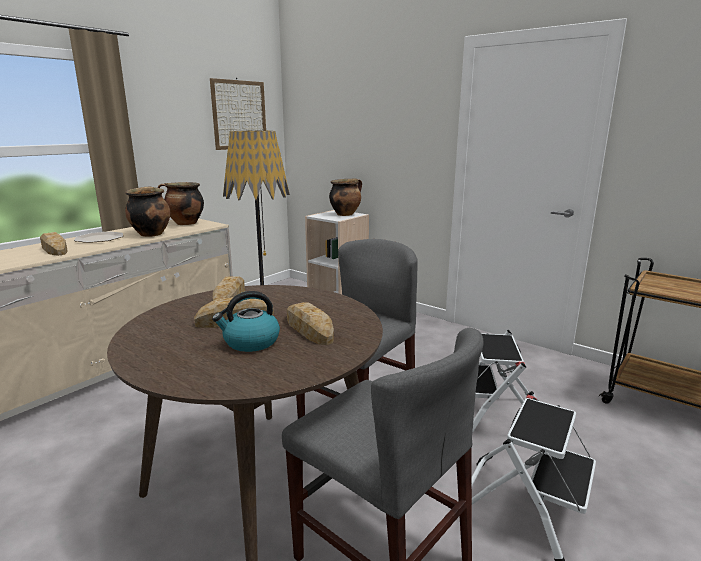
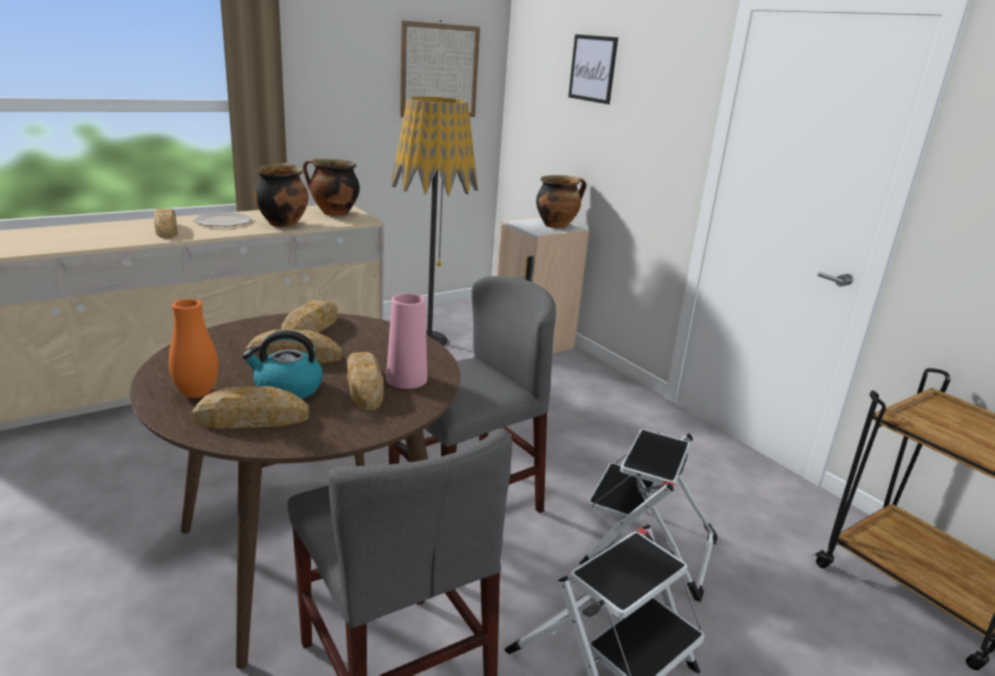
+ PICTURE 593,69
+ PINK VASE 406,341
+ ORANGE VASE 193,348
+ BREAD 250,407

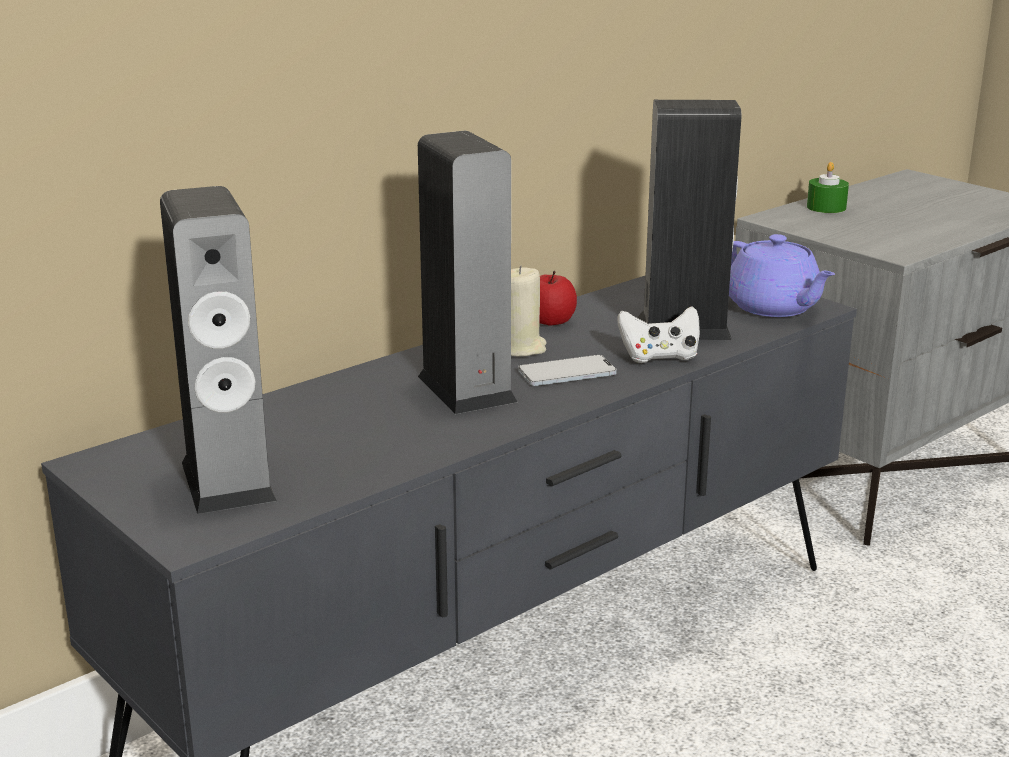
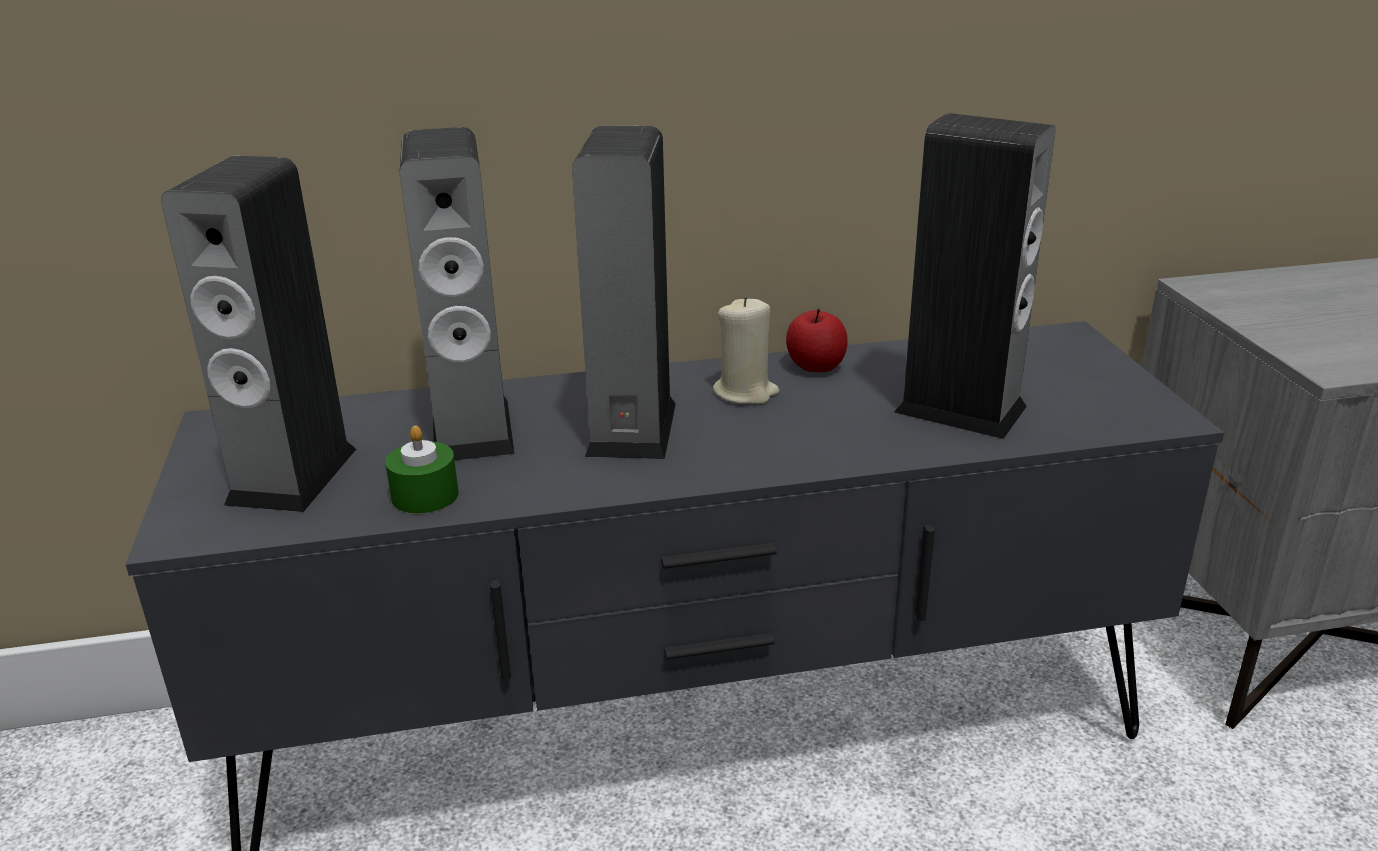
~ GREEN CANDLE 828,187 to 421,469
- PURPLE TEAPOT 782,275
- WHITE GAME CONTROLLER 658,334
- PHONE 567,370
+ SPEAKER 457,294

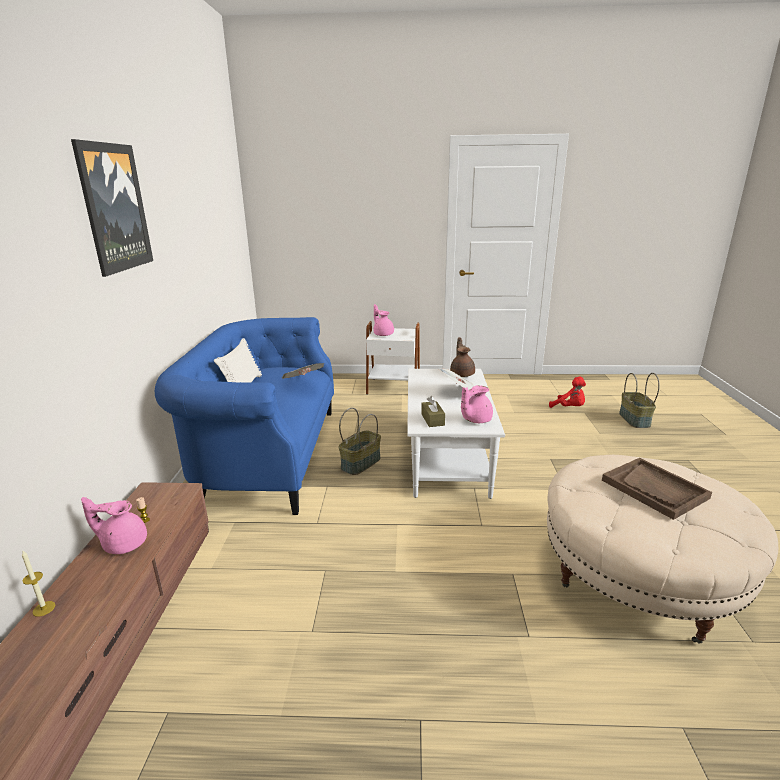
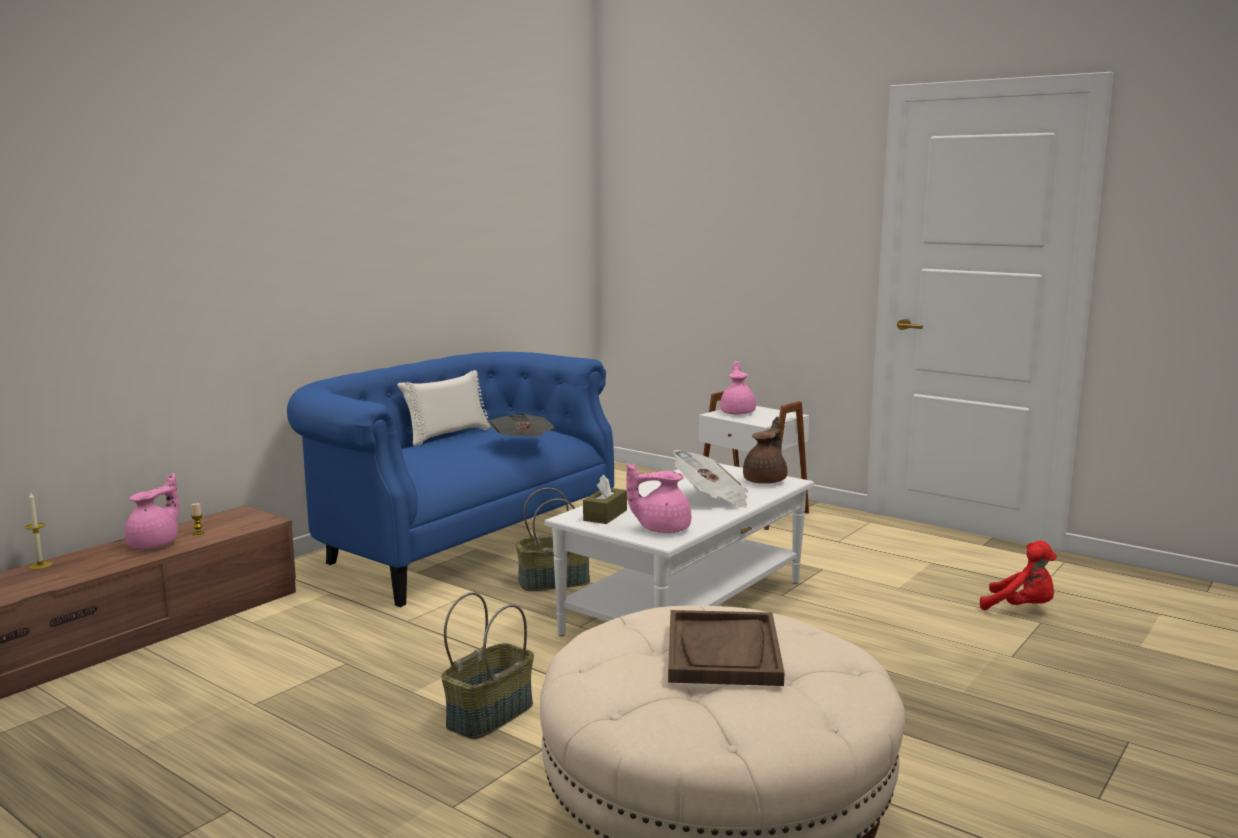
- PICTURE 112,208
~ BASKET 639,400 to 487,665
~ RED PLUSH TOY 567,392 = 1018,575 45 degrees counterclockwise
~ PINK TEAPOT 114,525 = 152,511 75 degrees clockwise

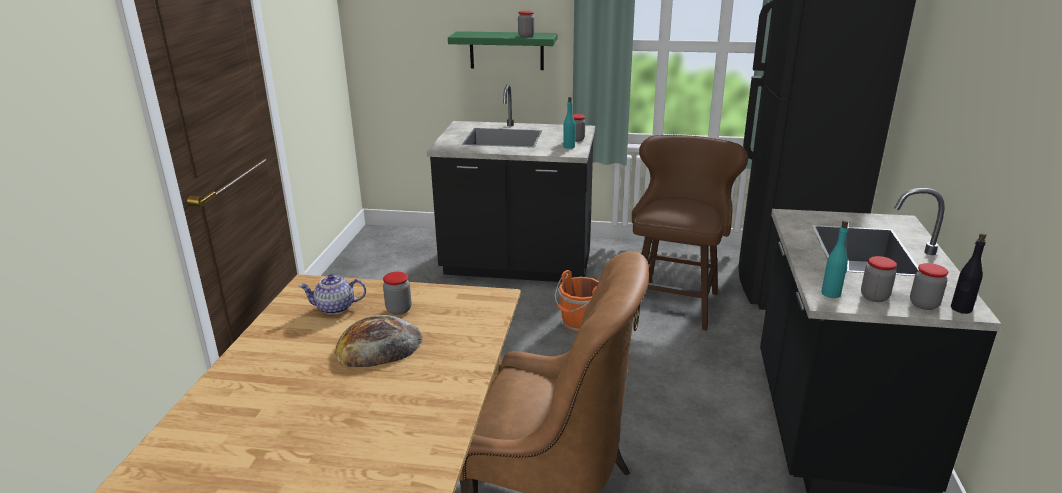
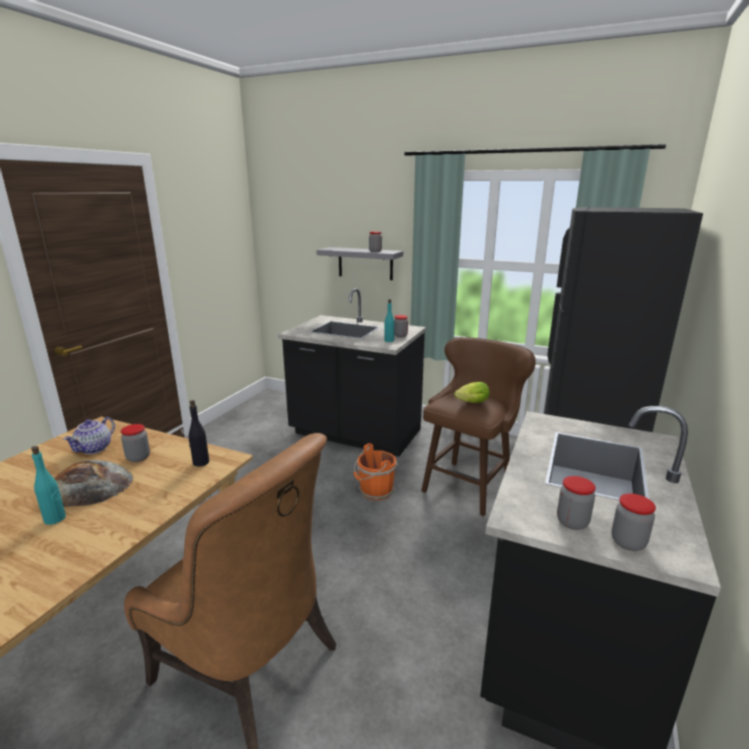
~ GREEN SHELF 502,50 to GREY SHELF 359,263
~ TURQUOISE BOTTLE 834,259 to 48,485
~ BLACK BOTTLE 968,273 to 199,433
~ TEAPOT 332,294 = 89,435 75 degrees counterclockwise
+ LETTUCE 471,392

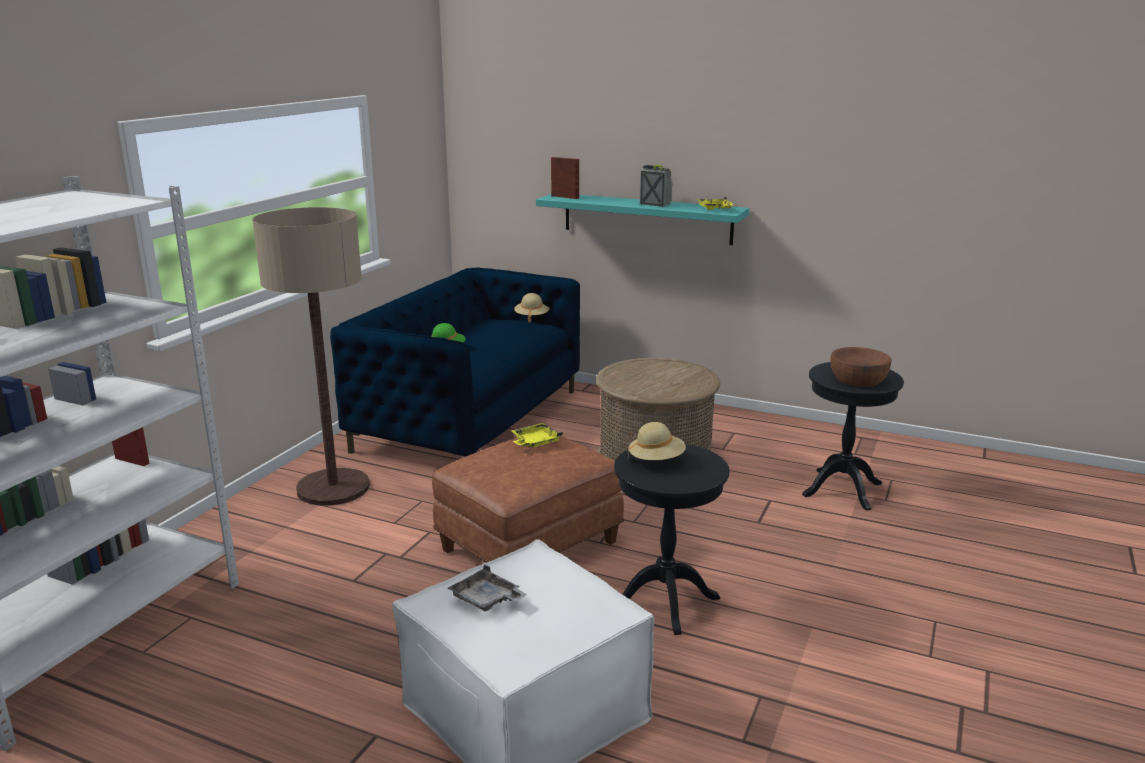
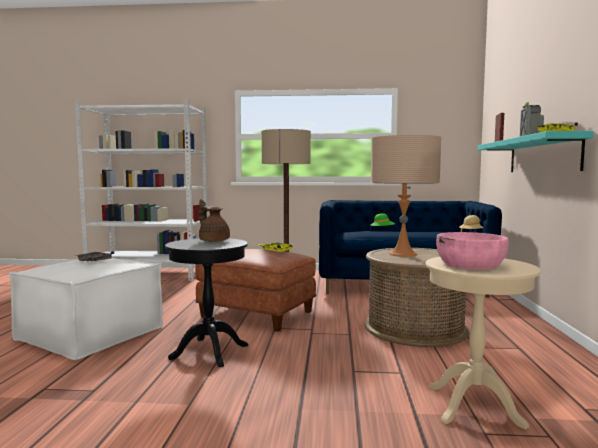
~ BROWN BOWL 860,367 to PINK BOWL 472,251
~ BLACK SIDE TABLE 853,436 to BEIGE SIDE TABLE 483,343
~ BEIGE HAT 657,441 to BROWN TEAPOT 214,220
+ BEIGE TABLE LAMP 406,196

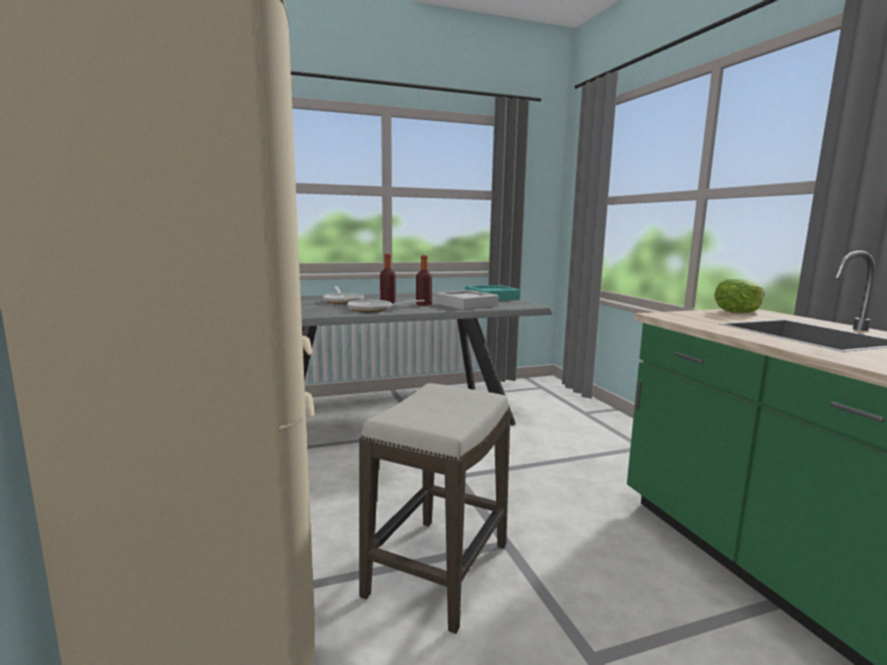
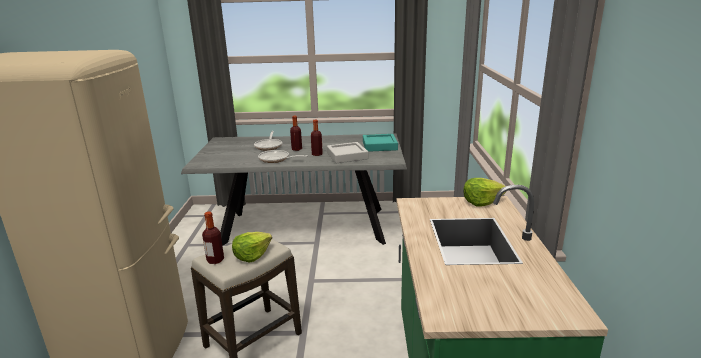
+ BOTTLE 213,238
+ LETTUCE 252,247

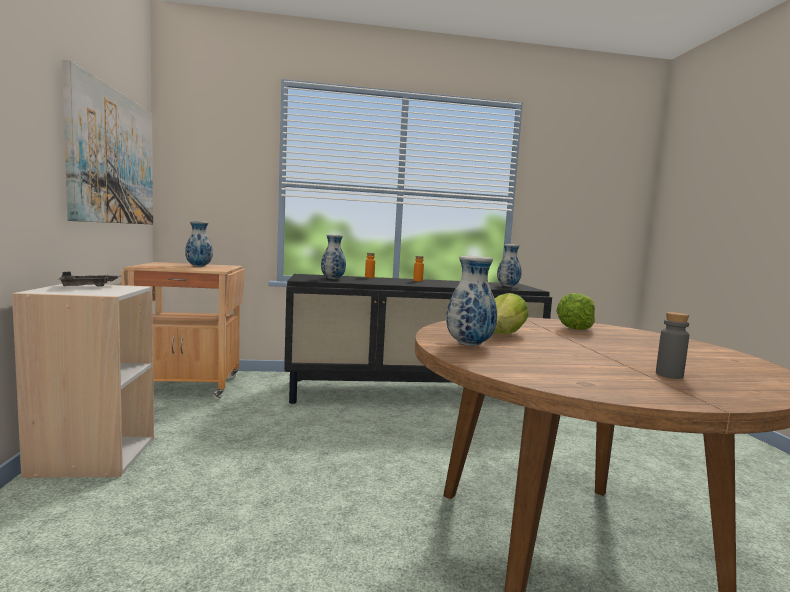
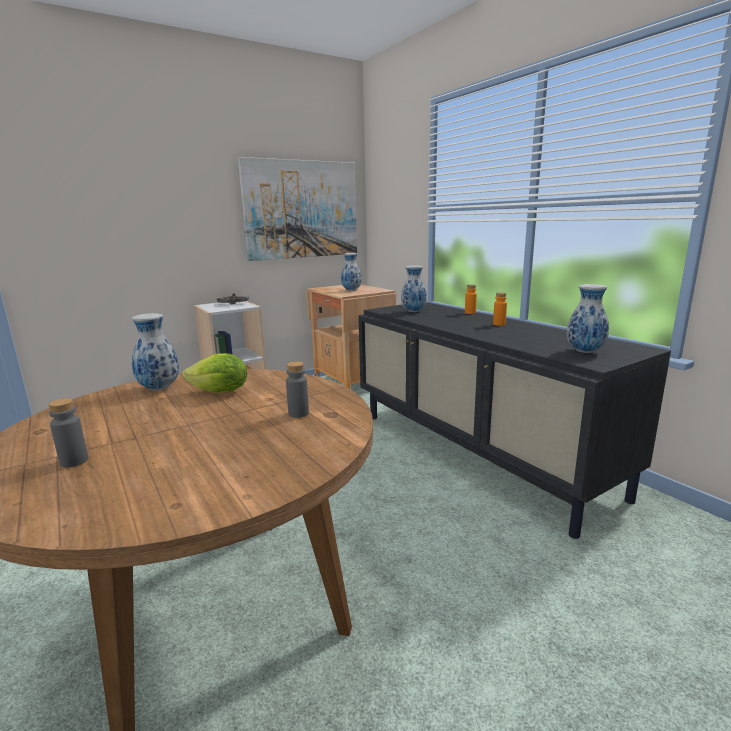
~ LETTUCE 575,311 to GREY BOTTLE 297,389

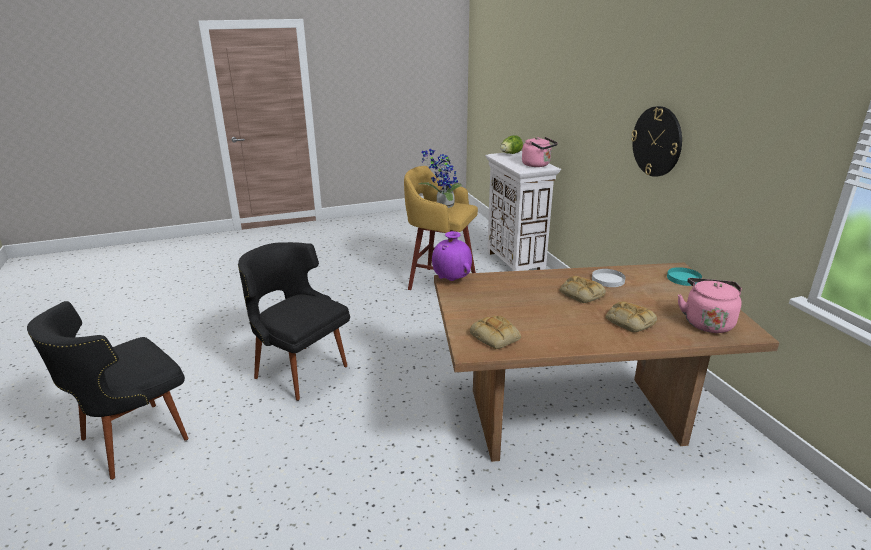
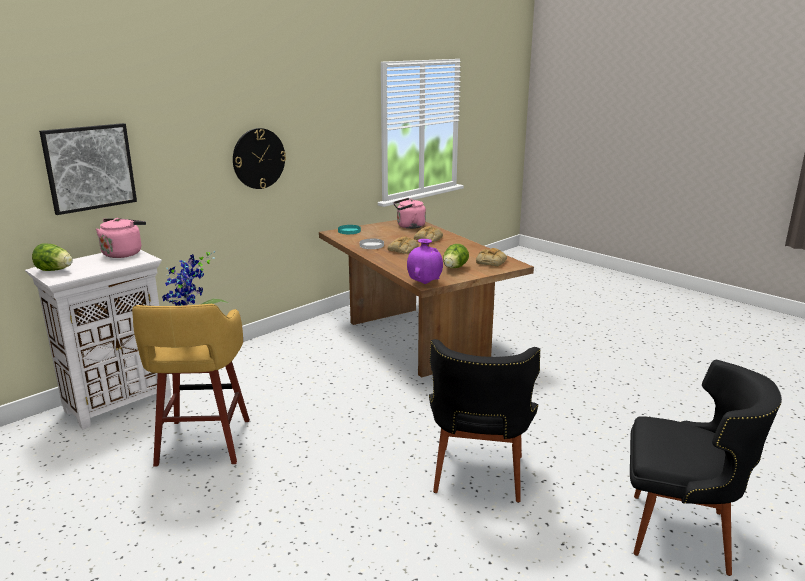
+ PICTURE 88,169
+ LETTUCE 456,256

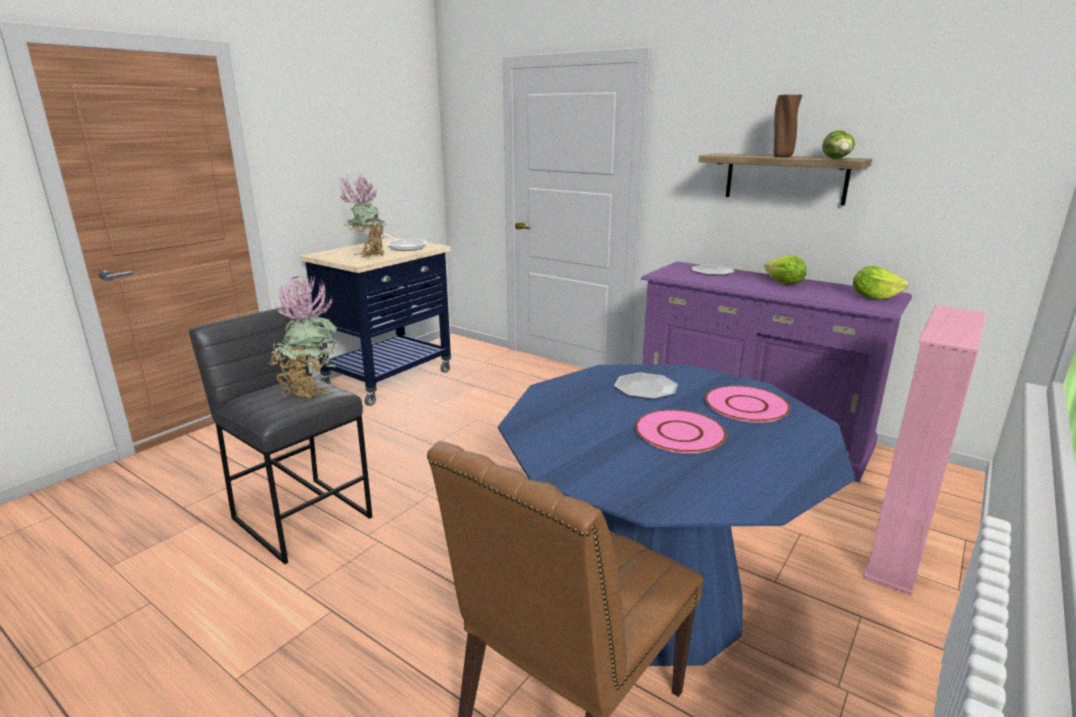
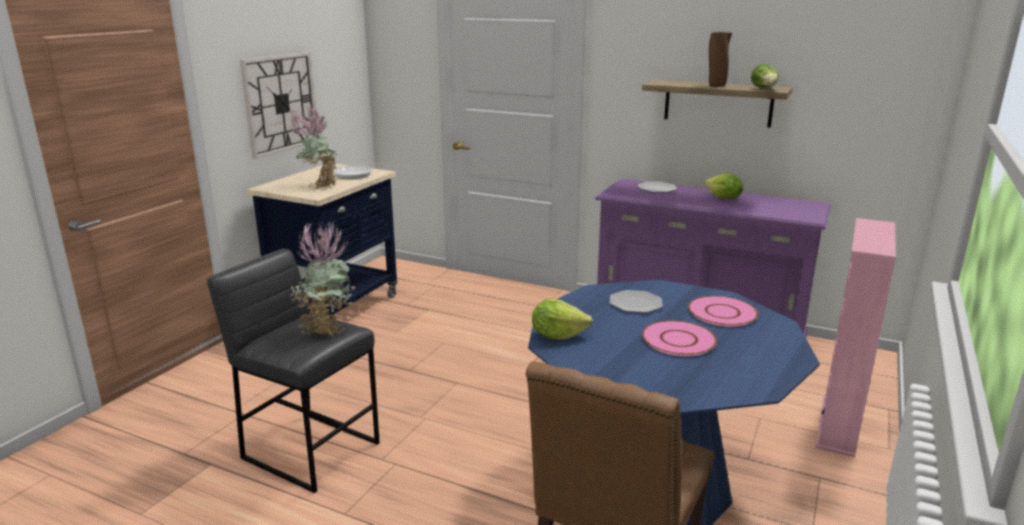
~ LETTUCE 881,283 to 562,319
+ WALL CLOCK 278,105

